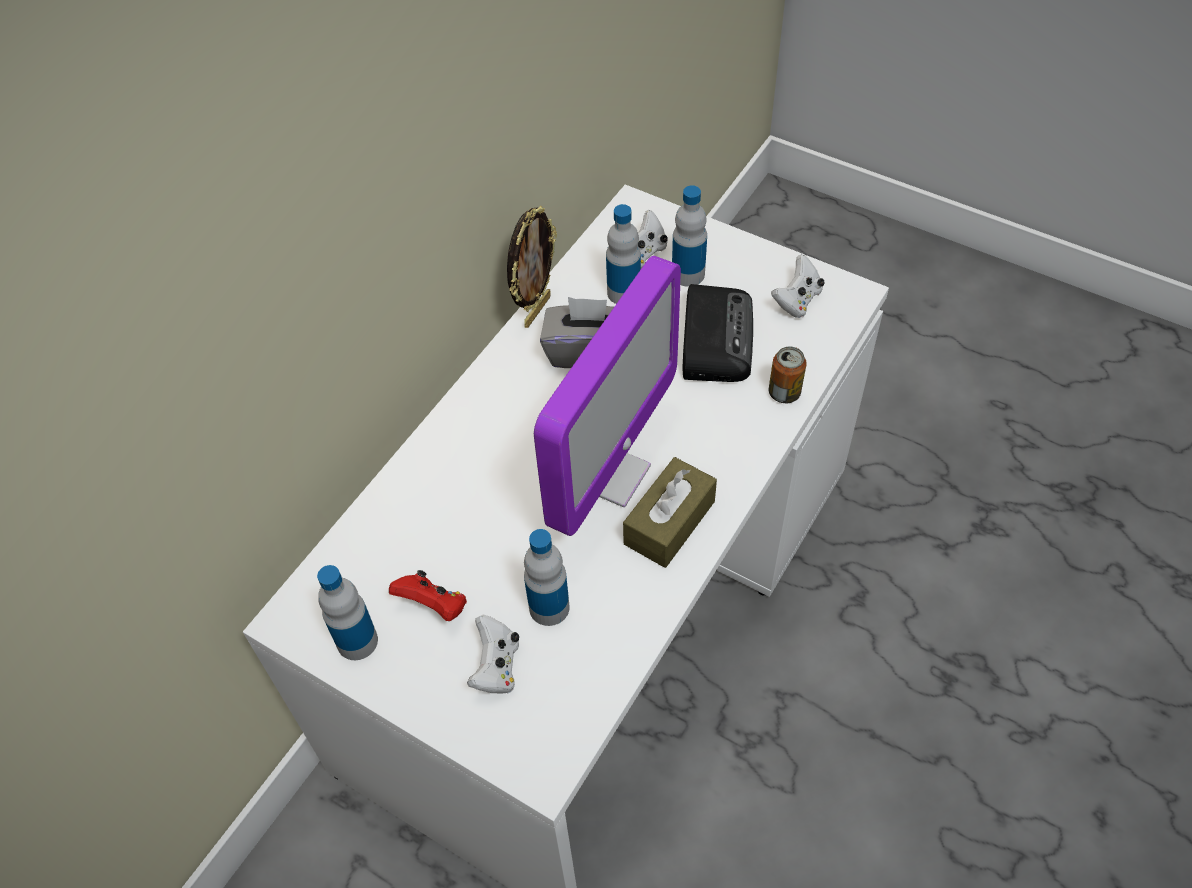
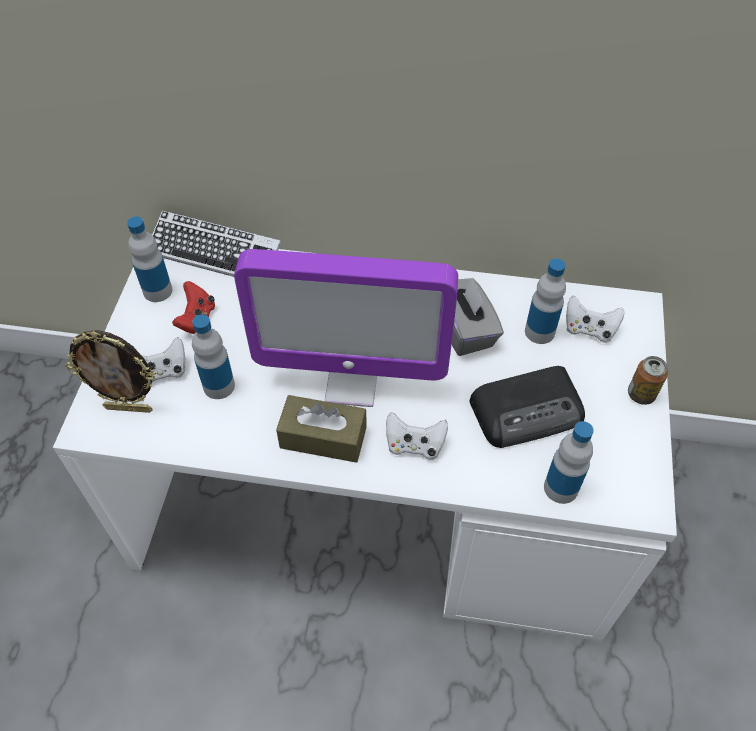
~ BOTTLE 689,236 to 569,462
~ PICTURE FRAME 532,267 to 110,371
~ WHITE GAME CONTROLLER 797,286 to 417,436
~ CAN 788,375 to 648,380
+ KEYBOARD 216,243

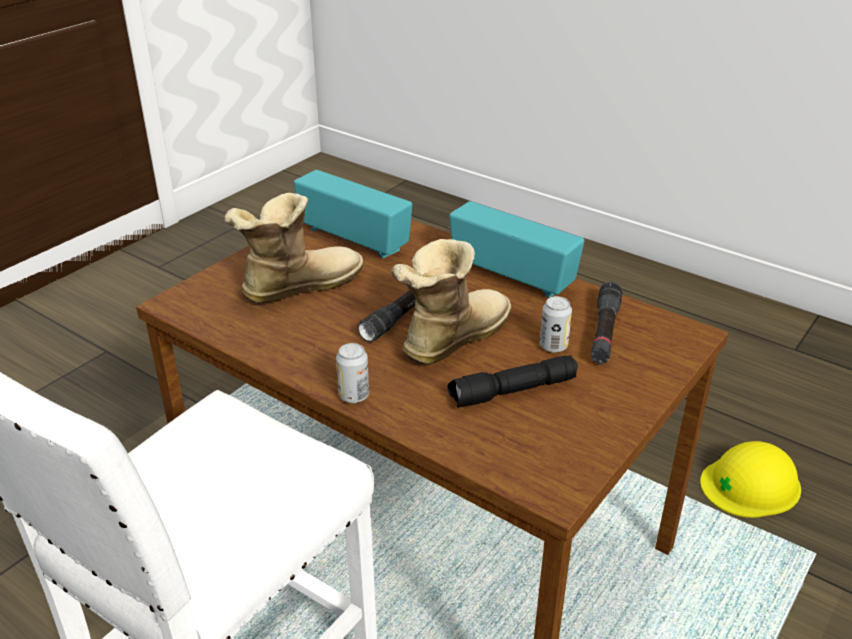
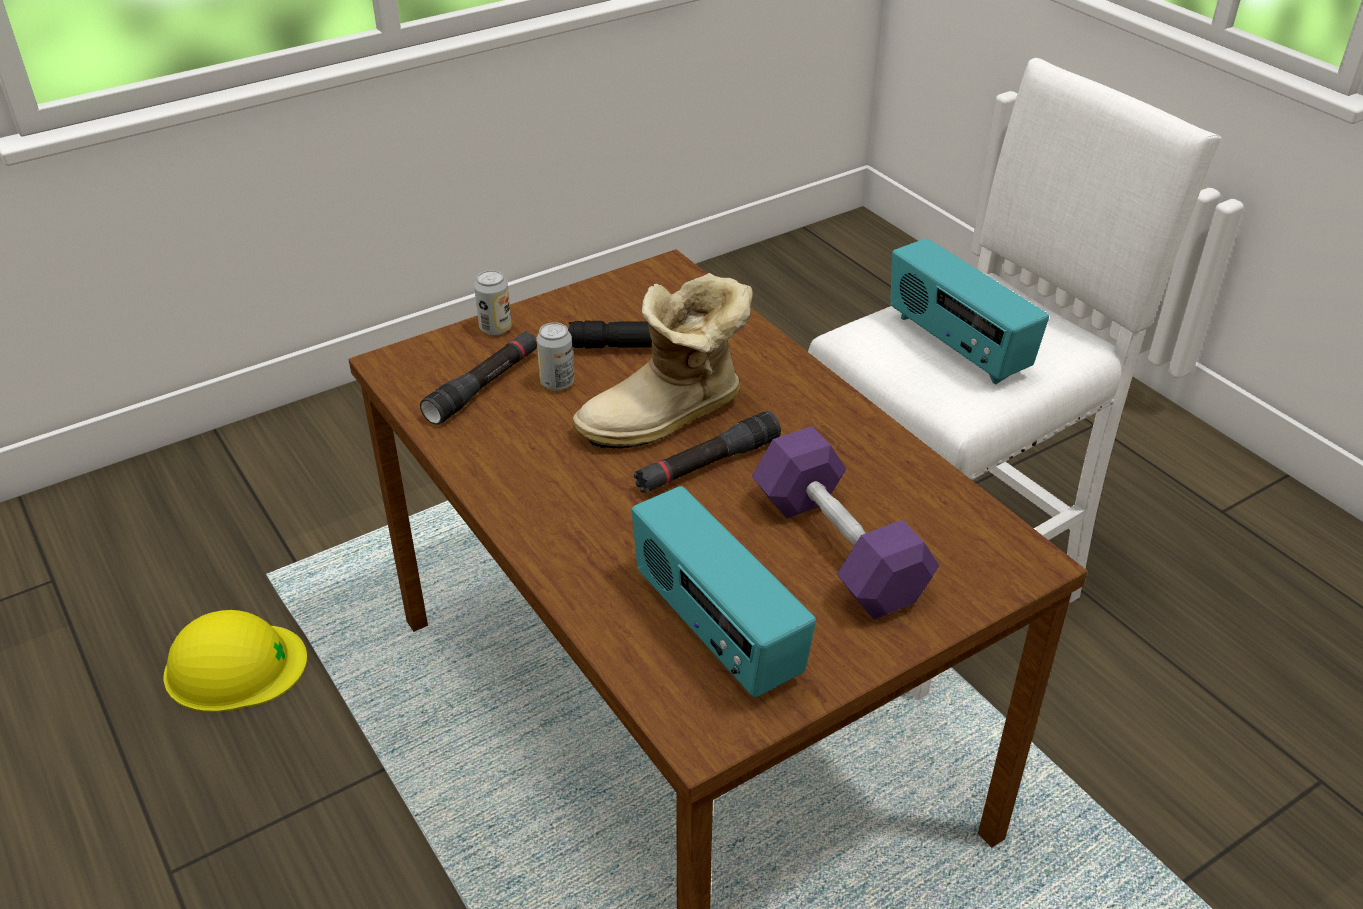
~ BOOT 294,248 to PURPLE DUMBBELL 845,523
~ RADIO 517,249 to 969,311
~ CAN 352,373 to 493,302

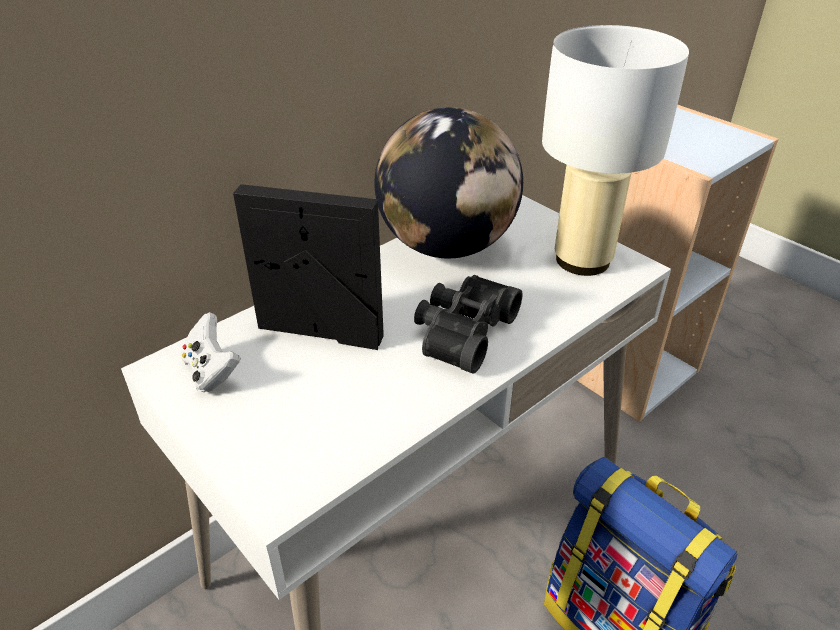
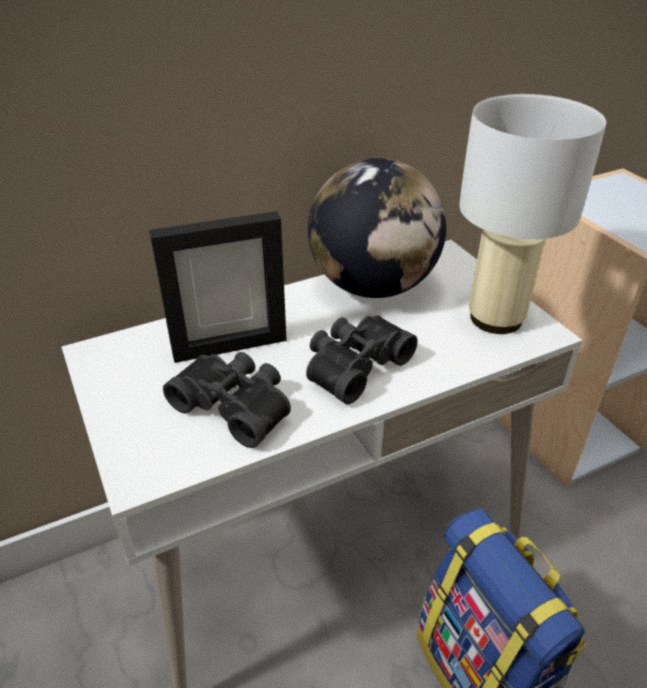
~ PICTURE FRAME 308,267 = 218,287 135 degrees clockwise
- WHITE GAME CONTROLLER 211,352
+ BLACK BINOCULARS 227,400

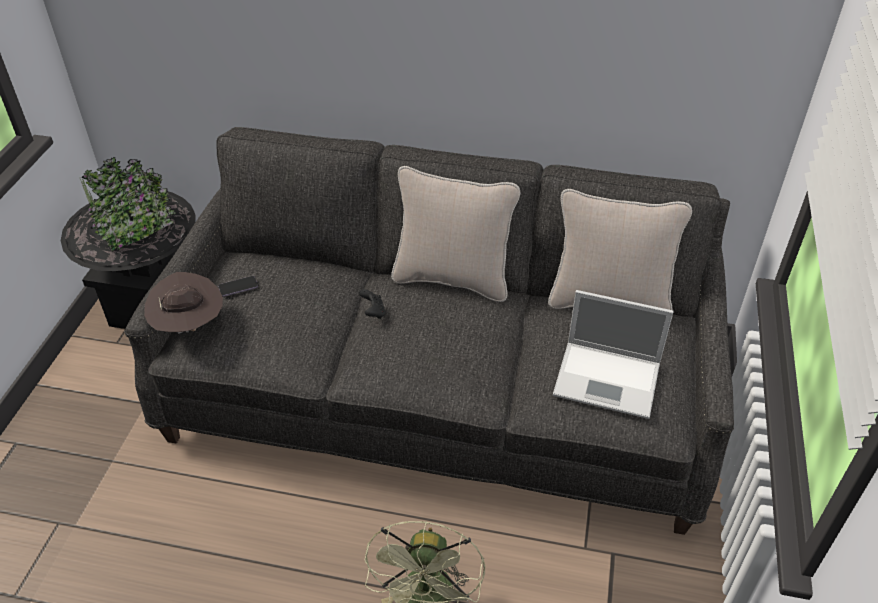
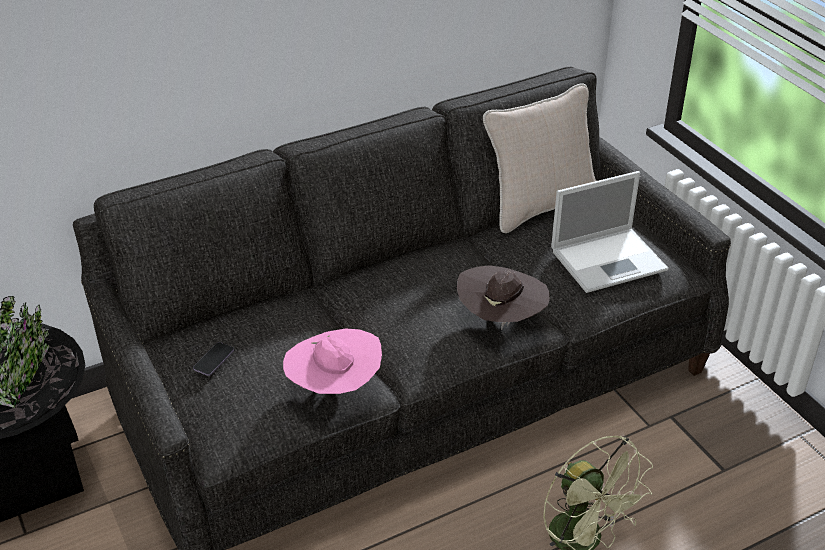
- BEIGE PILLOW 456,234
~ BROWN HAT 183,303 to 503,297
- BLACK GAME CONTROLLER 372,304
+ PINK HAT 332,361

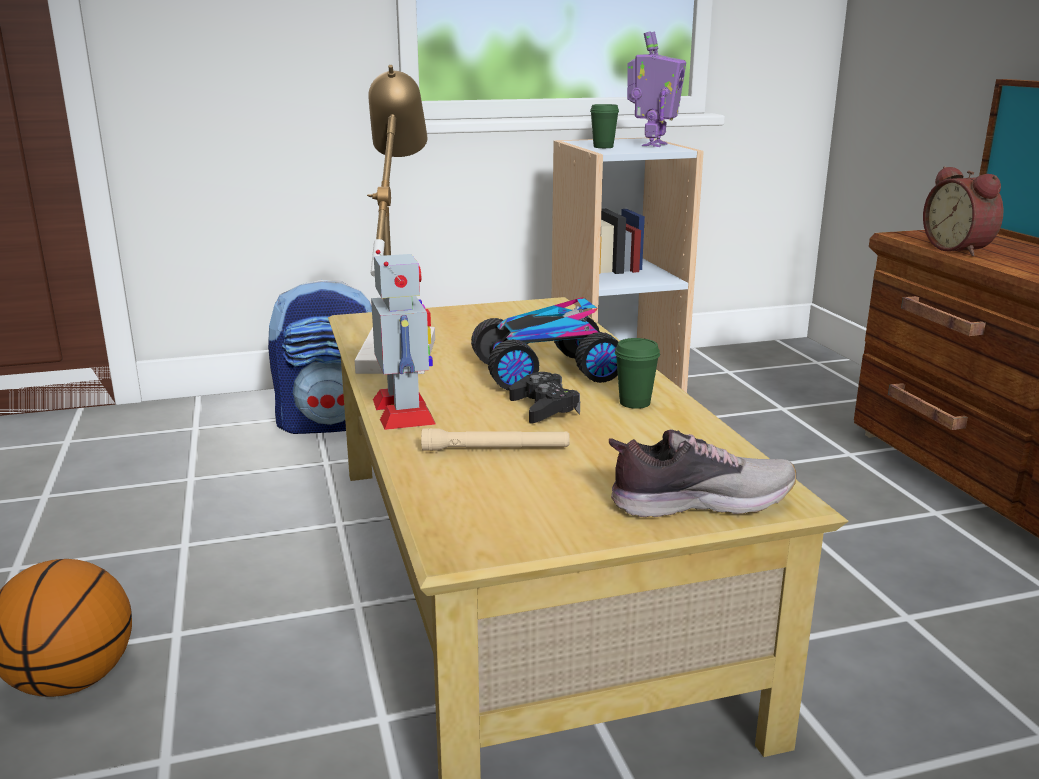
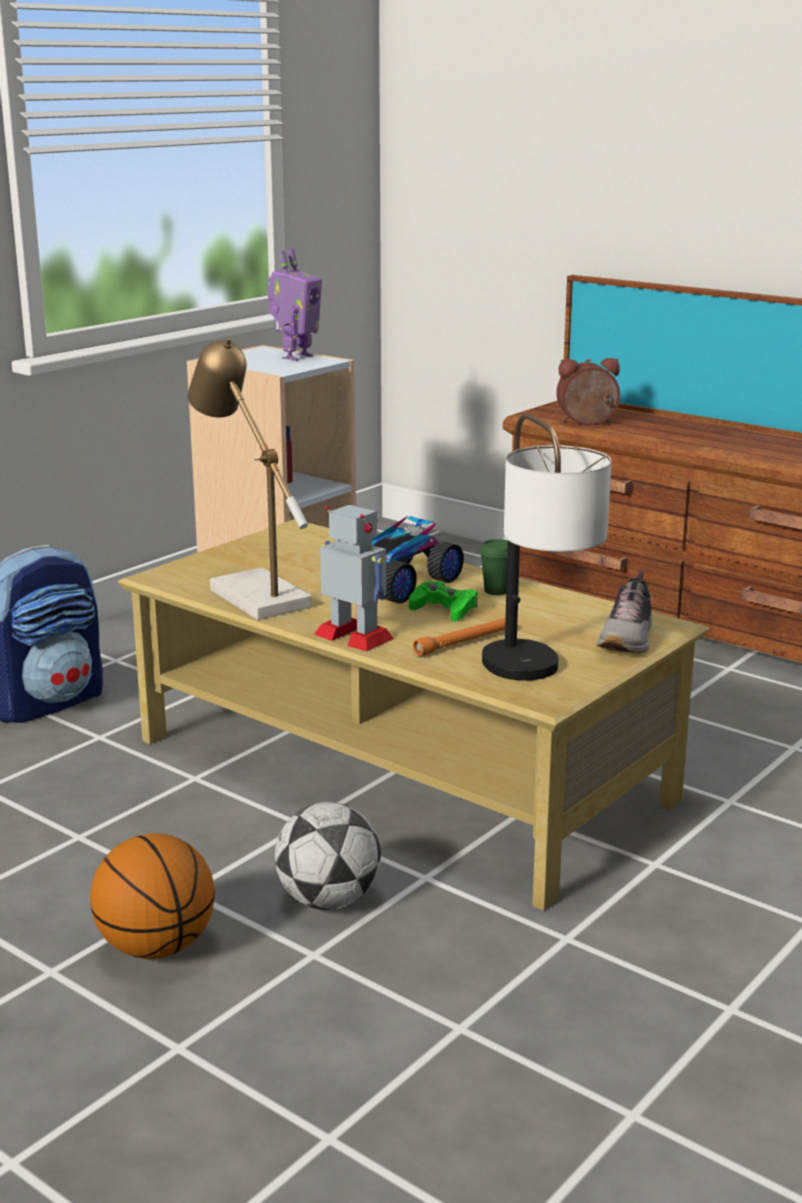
~ TOY ROBOT 656,89 = 294,305 45 degrees clockwise
- GREEN CUP 604,126
~ ALARM CLOCK 963,211 = 588,392 135 degrees clockwise
~ BLACK GAME CONTROLLER 544,398 to GREEN GAME CONTROLLER 443,601
~ BEIGE FLASHLIGHT 495,439 to ORANGE FLASHLIGHT 459,637
~ SHOE 702,473 = 624,613 150 degrees clockwise
+ TABLE LAMP 547,547
+ FOOTBALL 328,856

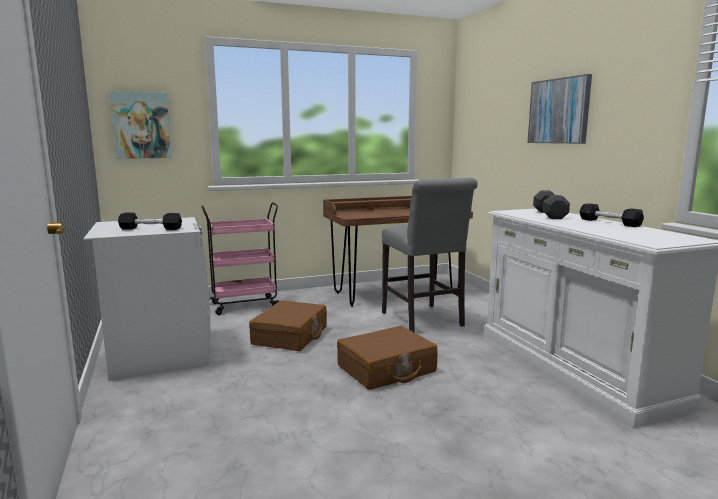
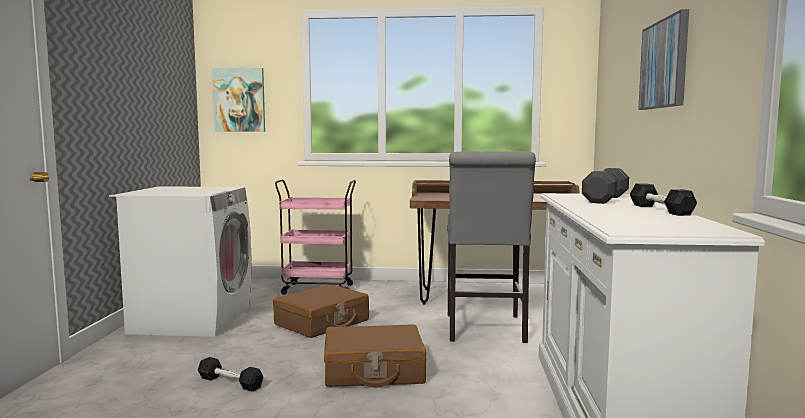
~ BLACK DUMBBELL 150,221 to 230,374

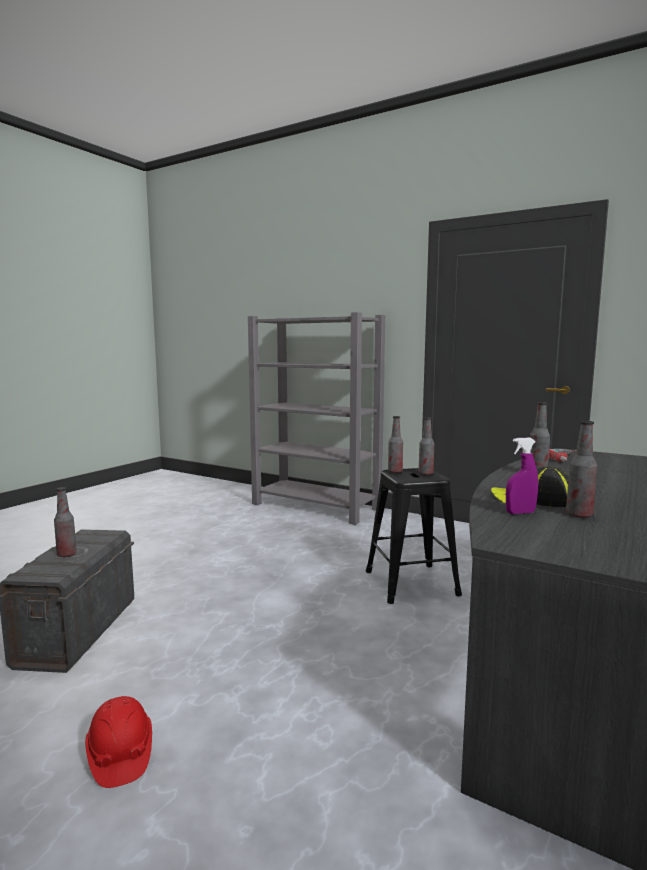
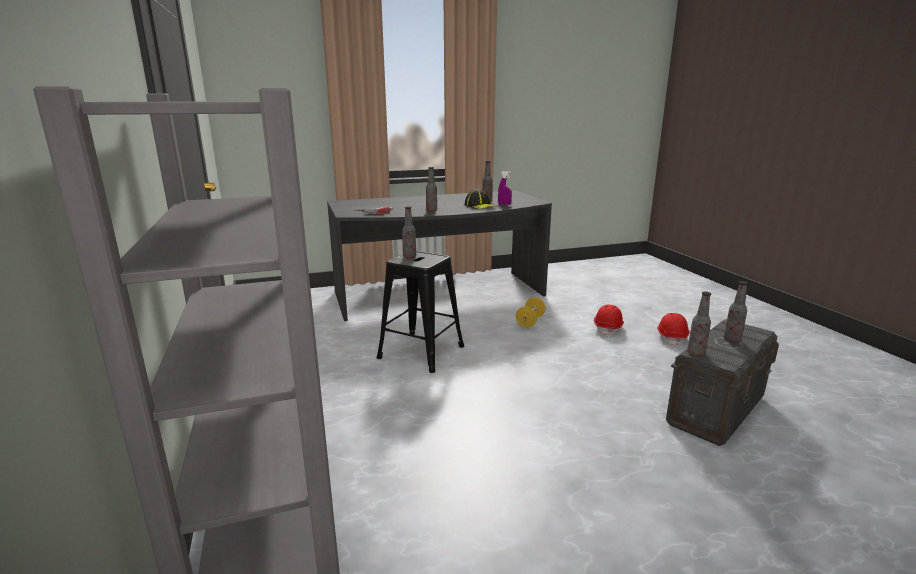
~ BOTTLE 395,444 to 699,324
+ YELLOW DUMBBELL 531,312
+ RED HARD HAT 609,320

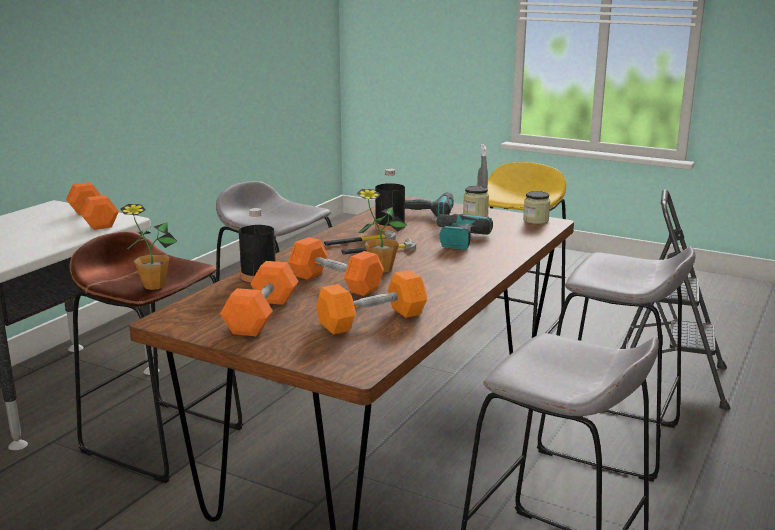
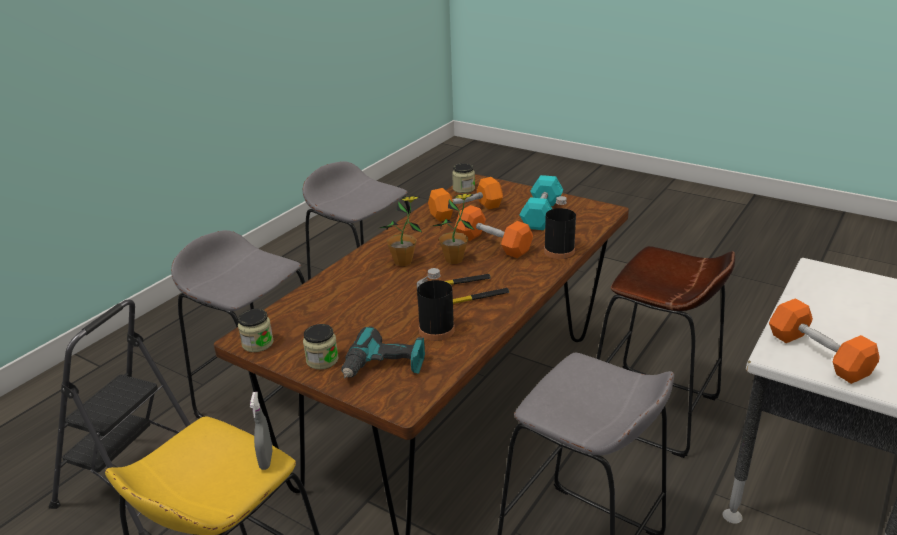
~ POTTED PLANT 148,247 to 401,231
- POWER DRILL 462,232
~ ORANGE DUMBBELL 259,298 to TURQUOISE DUMBBELL 541,202
+ JAR 463,178

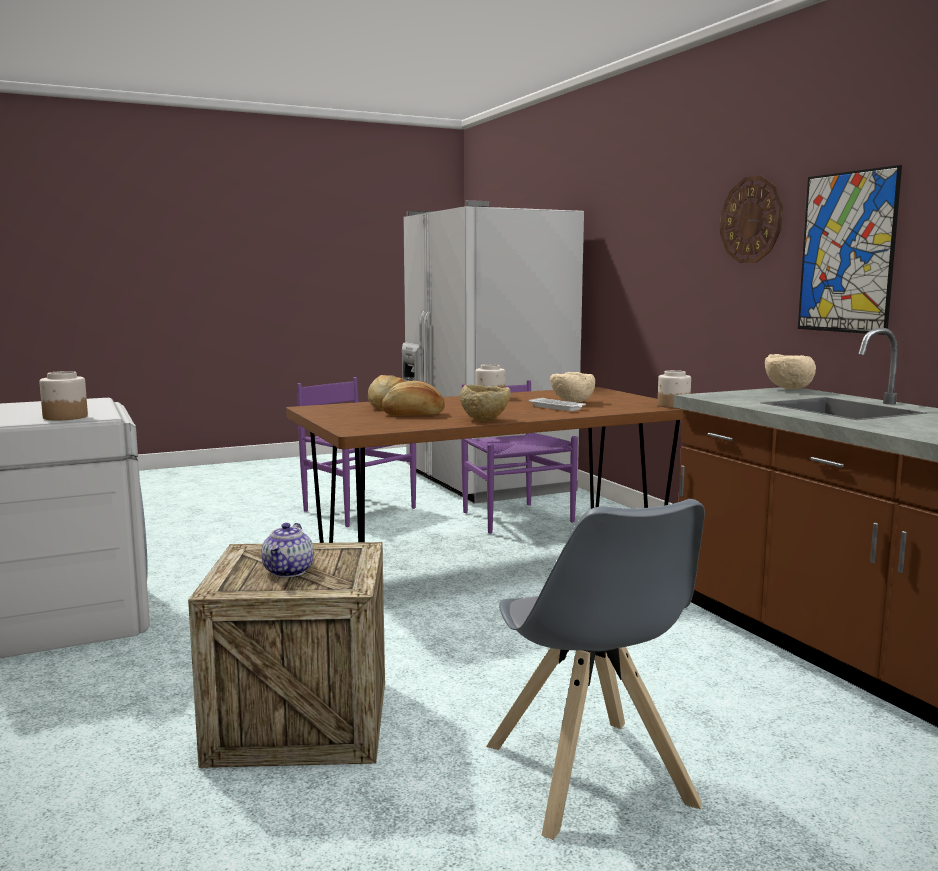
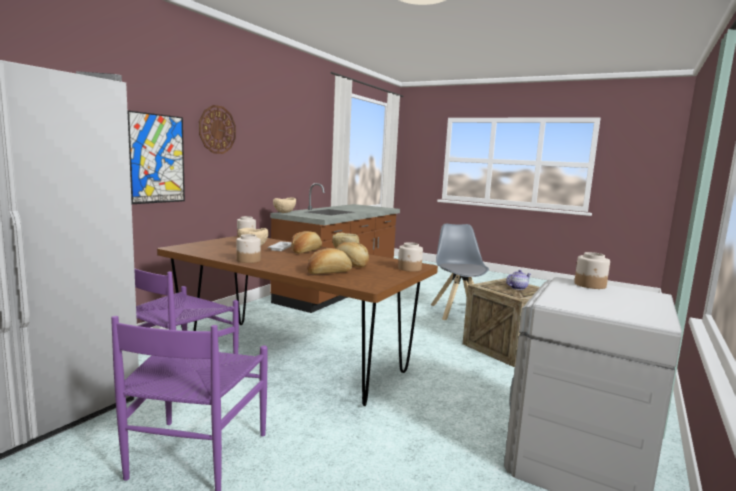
~ PICTURE 850,250 to 156,157
~ GREY CHAIR 595,669 = 460,271 45 degrees counterclockwise
+ BREAD 306,242
+ JAR 410,257

